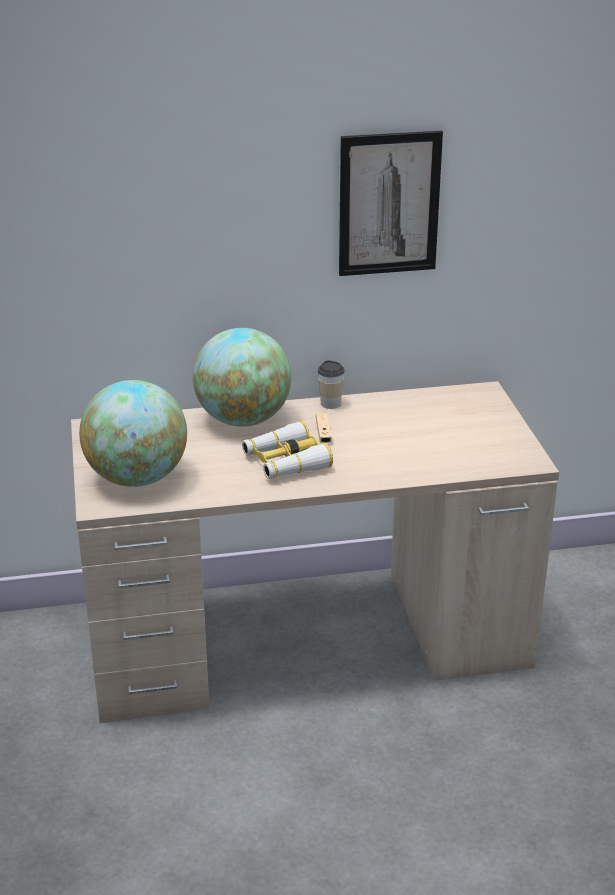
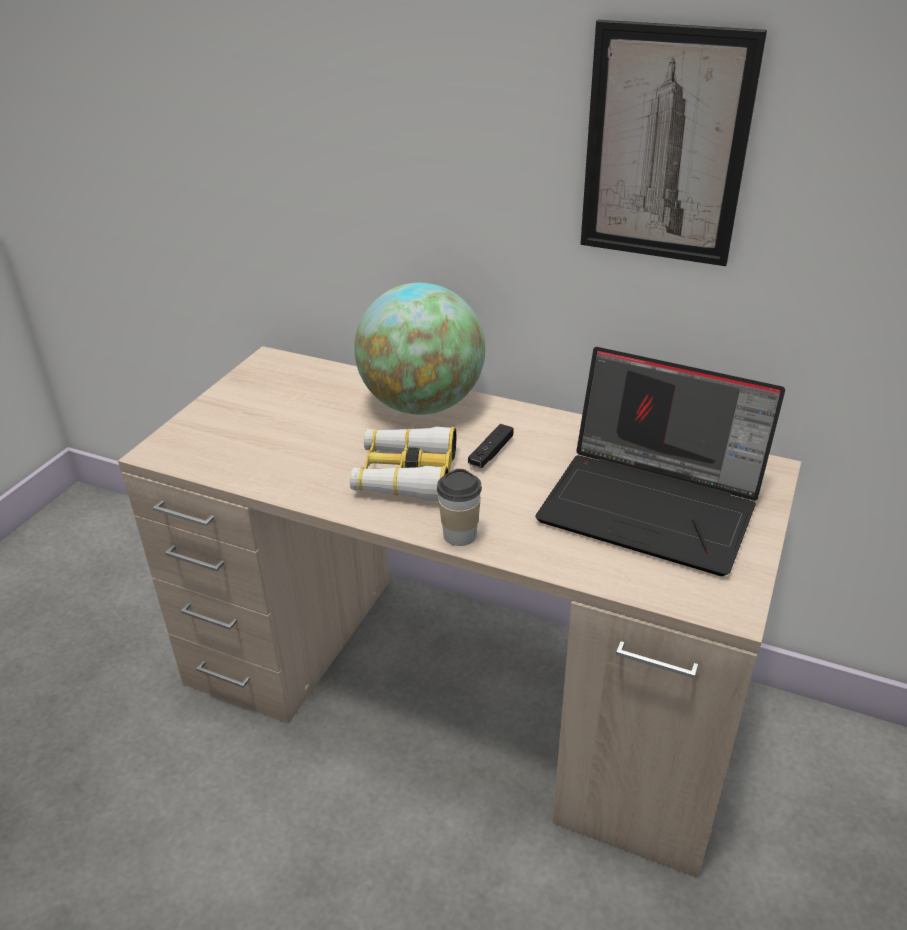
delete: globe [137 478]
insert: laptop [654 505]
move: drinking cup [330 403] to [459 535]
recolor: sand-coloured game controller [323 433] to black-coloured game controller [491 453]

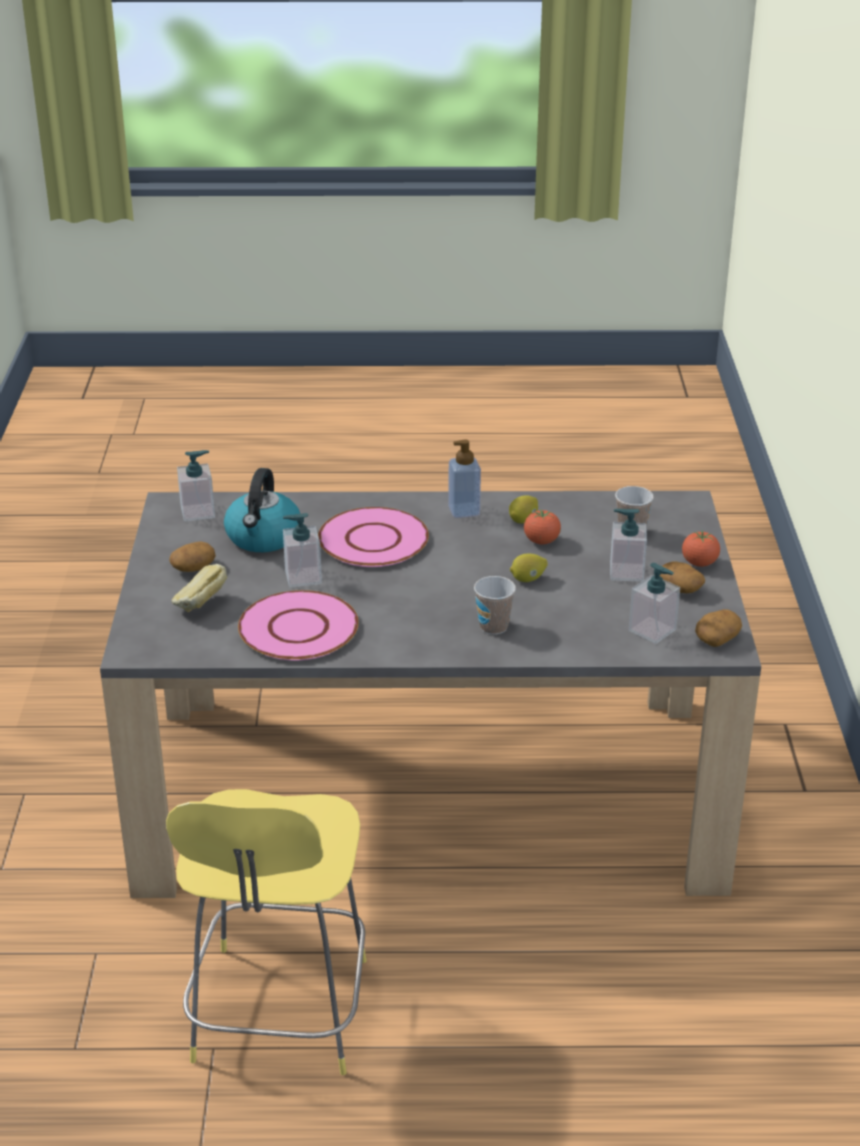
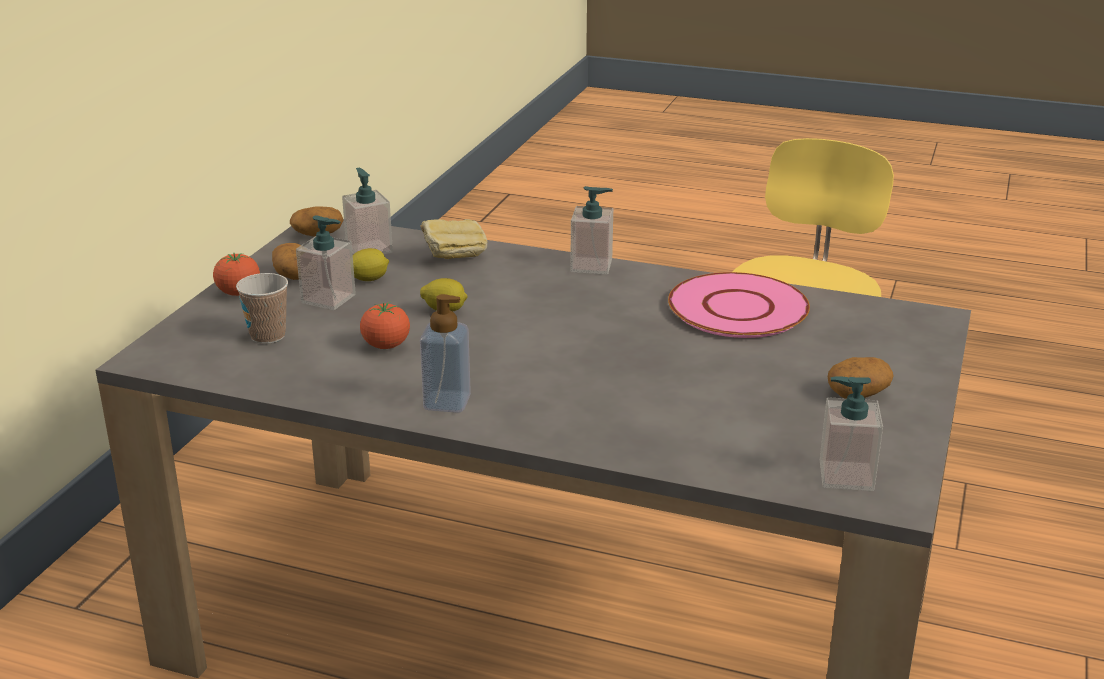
delete: water kettle [263 537]; pink plate [374 539]; drinking cup [493 627]
move: bread [201 606] to [454 258]; soap bottle [303 577] to [591 265]; lemon [523 520] to [368 280]

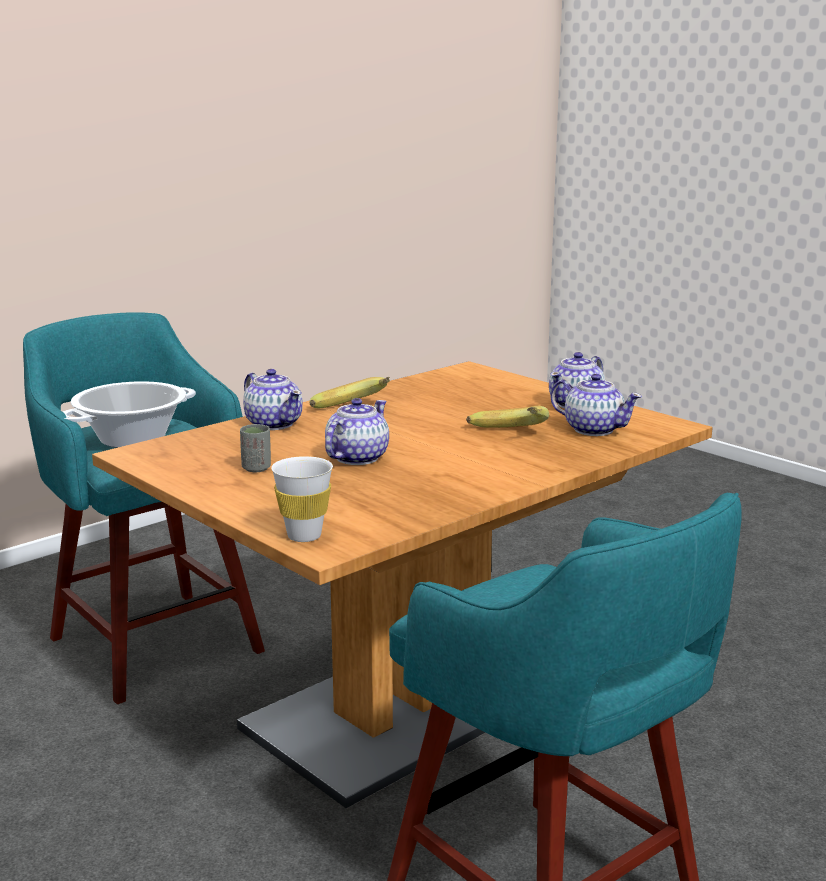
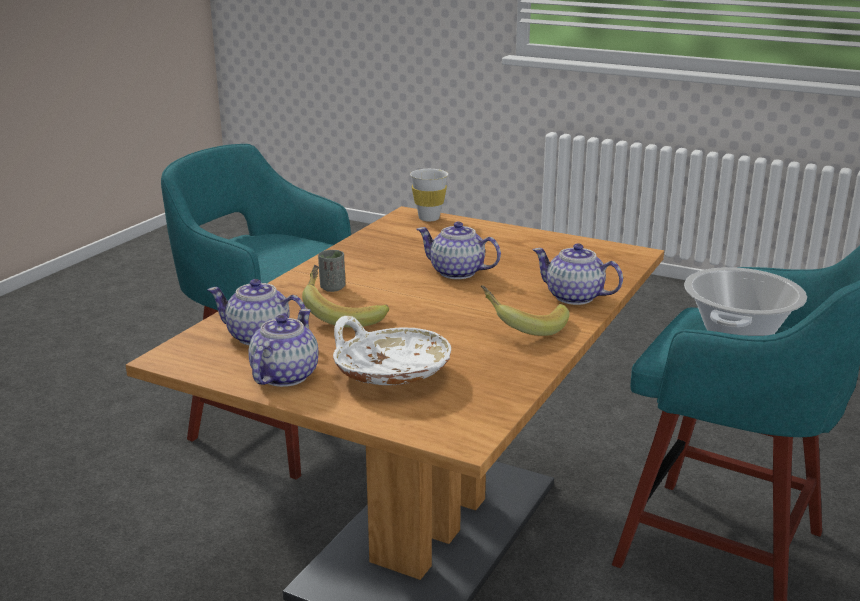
insert: whitish serving bowl [389 373]
move: greyish drinking cup [256 468] to [332 288]
rotate: teapot [356 458] = [457 272] 105 degrees clockwise

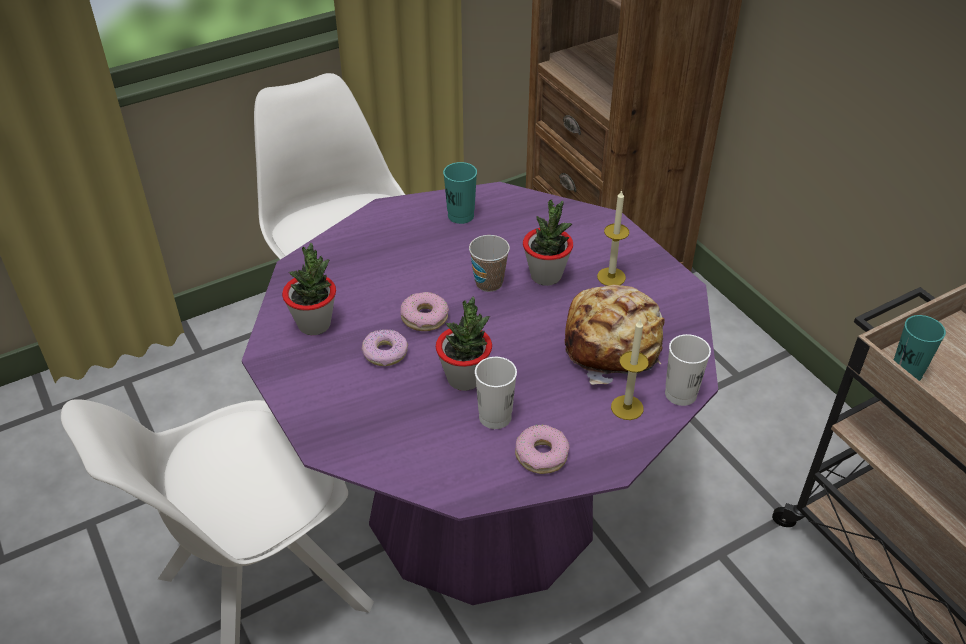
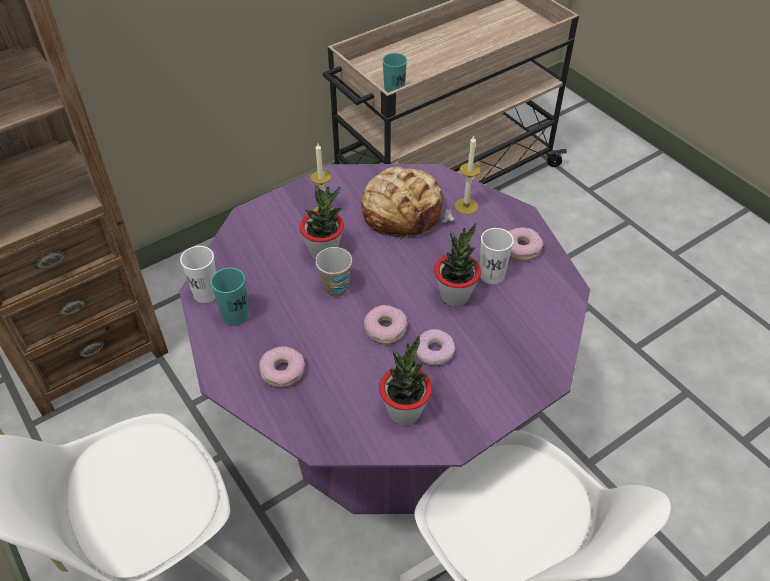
insert: donut [282 371]
move: whitish drinking cup [680 394] to [206 293]

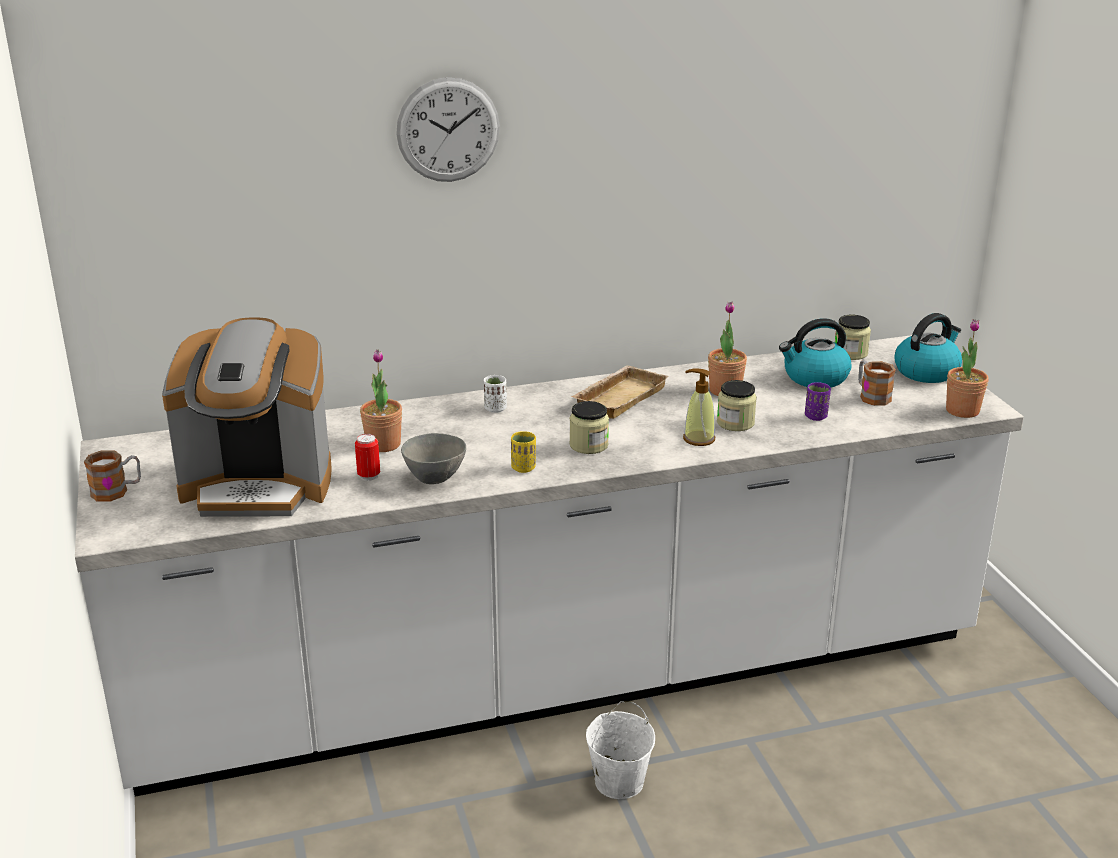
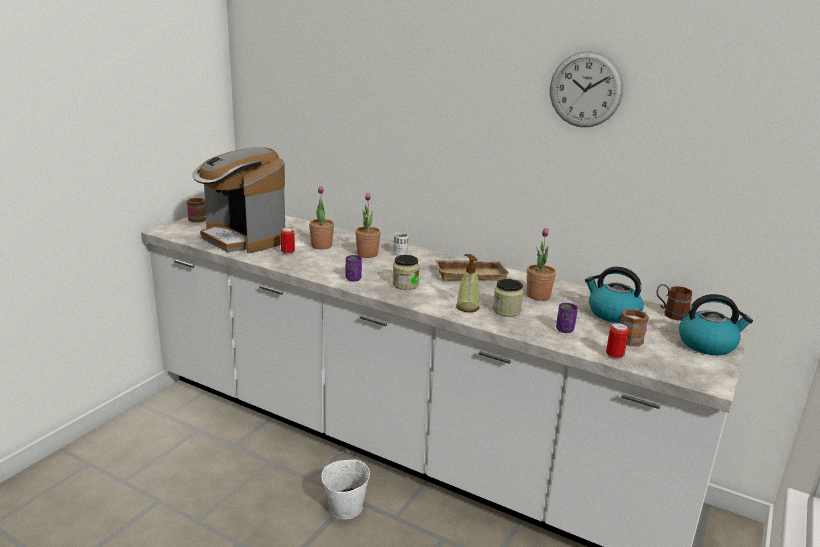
delete: greyish serving bowl [435 478]
insert: sealed can [614 356]
move: wall clock [448 130] to [585 89]; houseplant [962 411] to [367 254]
replace: jar [850 353] to brown coffee mug [670 313]
recolor: yellowish drinking cup [523 468] to purplish drinking cup [353 279]

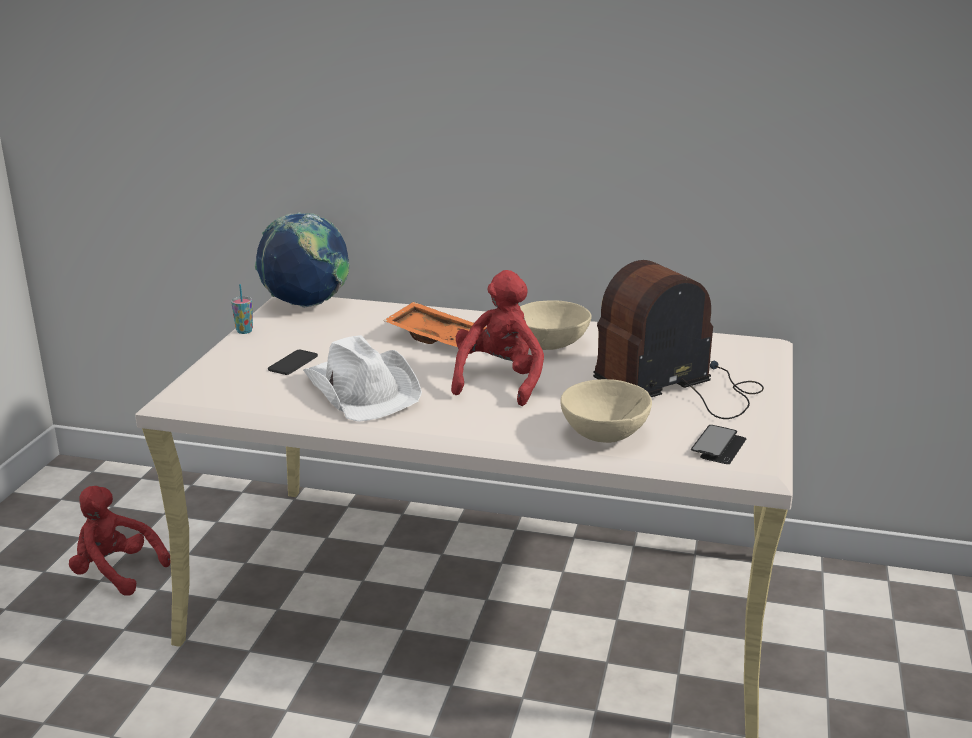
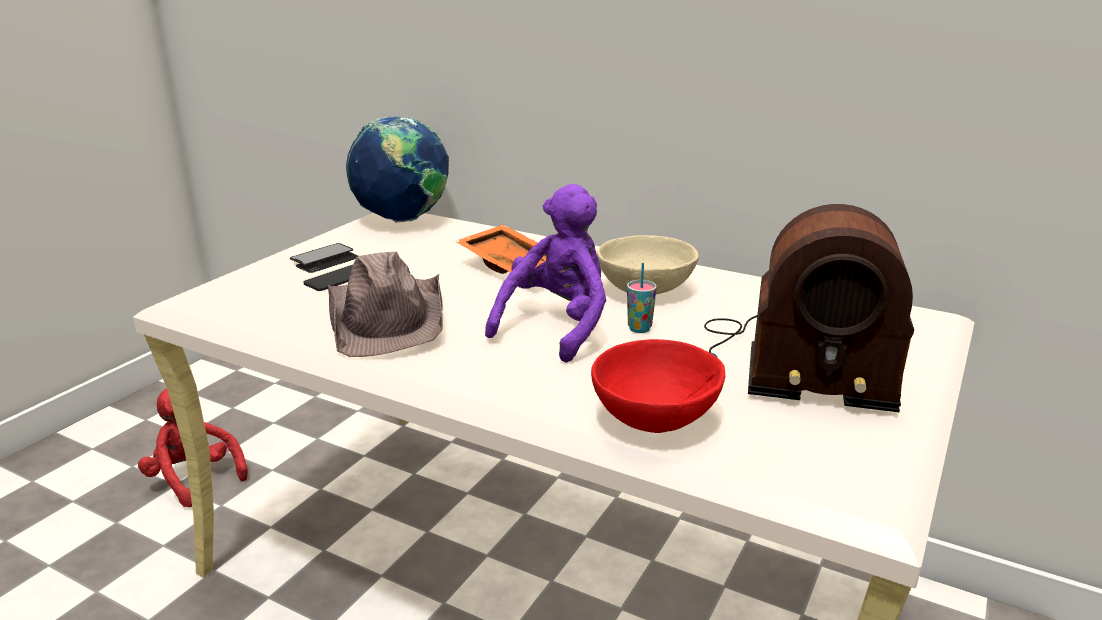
move: drinking cup [244 331] to [639 329]; telephone [718 446] to [325 260]
recolor: whitish hat [363 389] to brown hat [389 318]; reddish soft toy [499 381] to purplish soft toy [556 326]; sand-coloured serving bowl [605 434] to reddish serving bowl [656 418]
rotate: radio receiver [680 387] = [793 363] 150 degrees counterclockwise

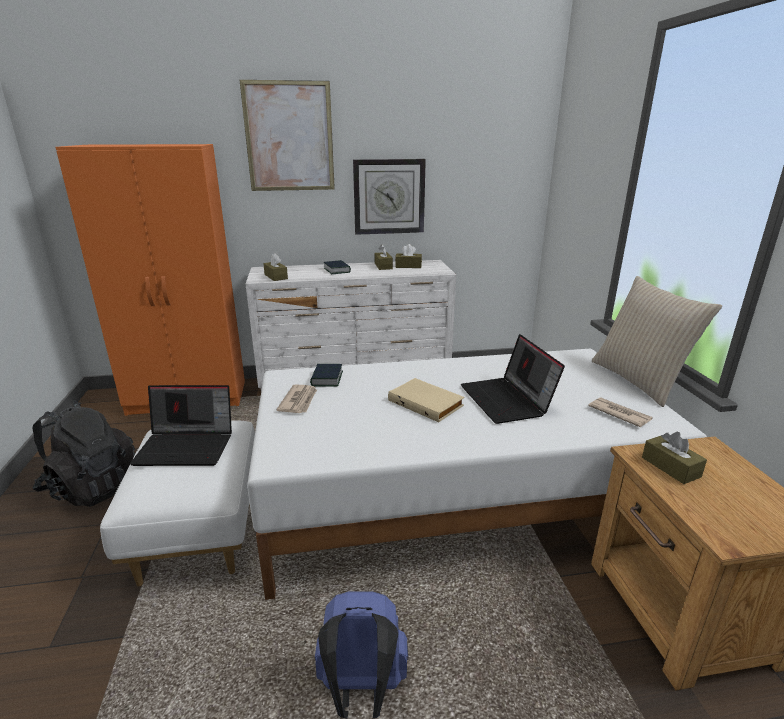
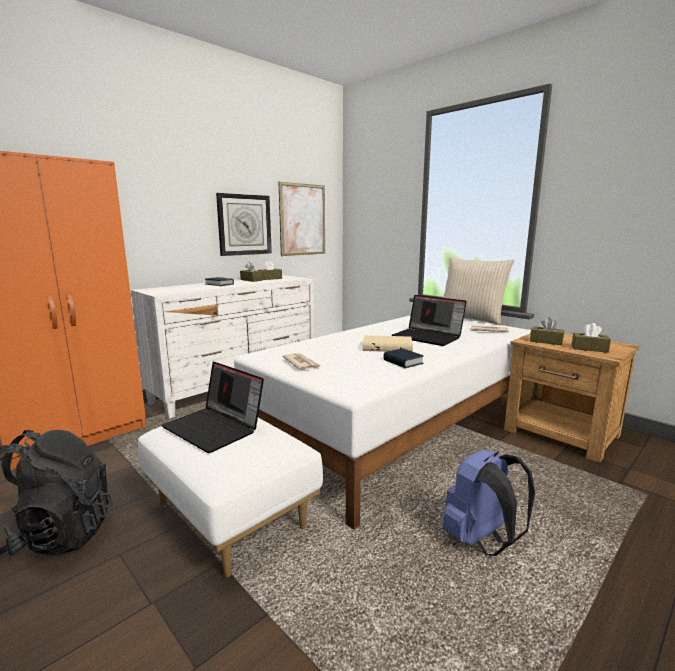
move: wall art [289 137] to [303 220]; brown tissue holder [276 277] to [589 348]; volume [327 379] to [403 362]
rotate: laptop [187 446] = [215 428] 75 degrees clockwise

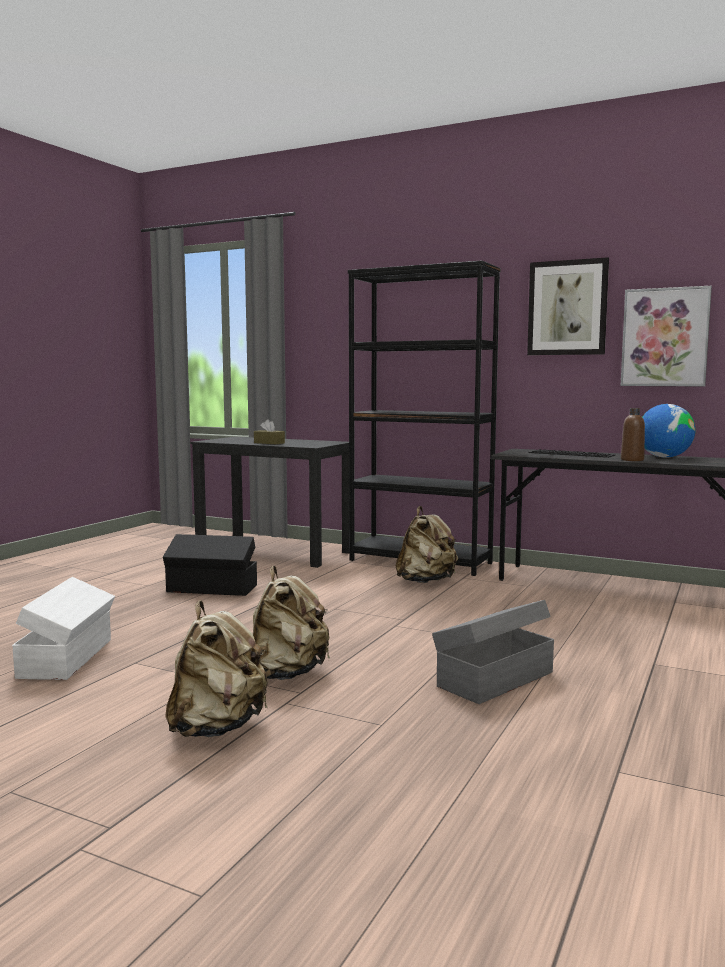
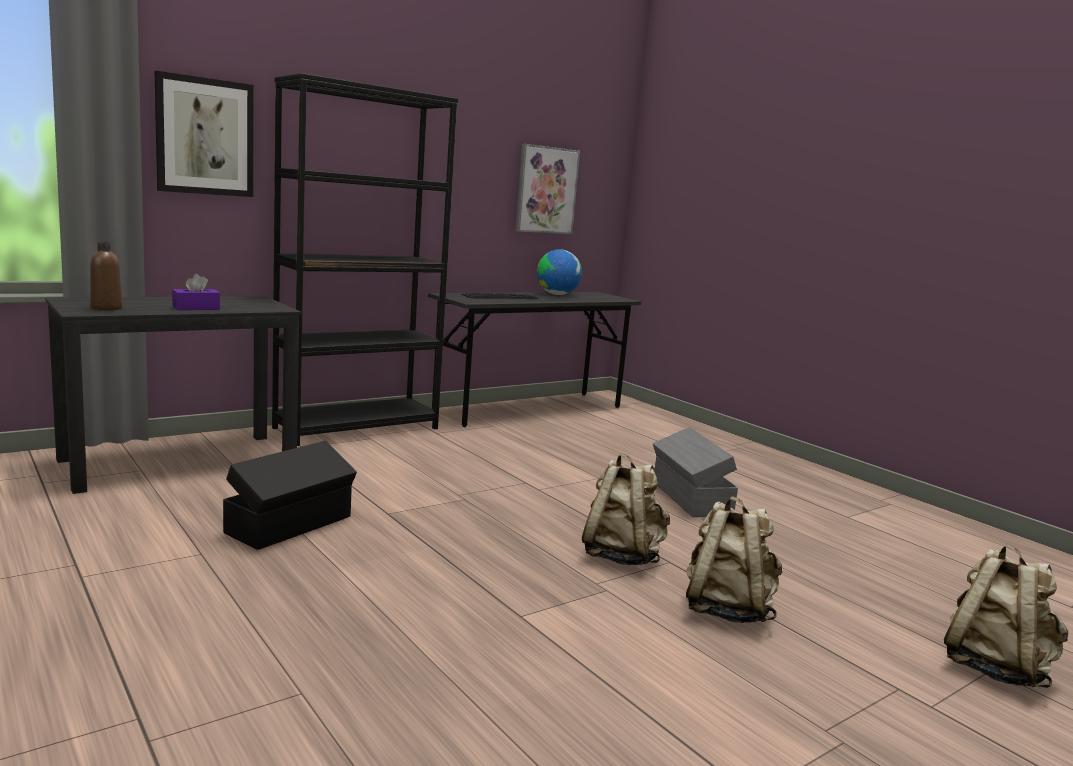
delete: whitish storage box [68 658]
move: sand-coloured knapsack [426 581] to [994 668]; wall art [567 308] to [205 137]; brown drink bottle [632 460] to [106 308]
recolor: brown tissue holder [269 443] to purplish tissue holder [196 308]

